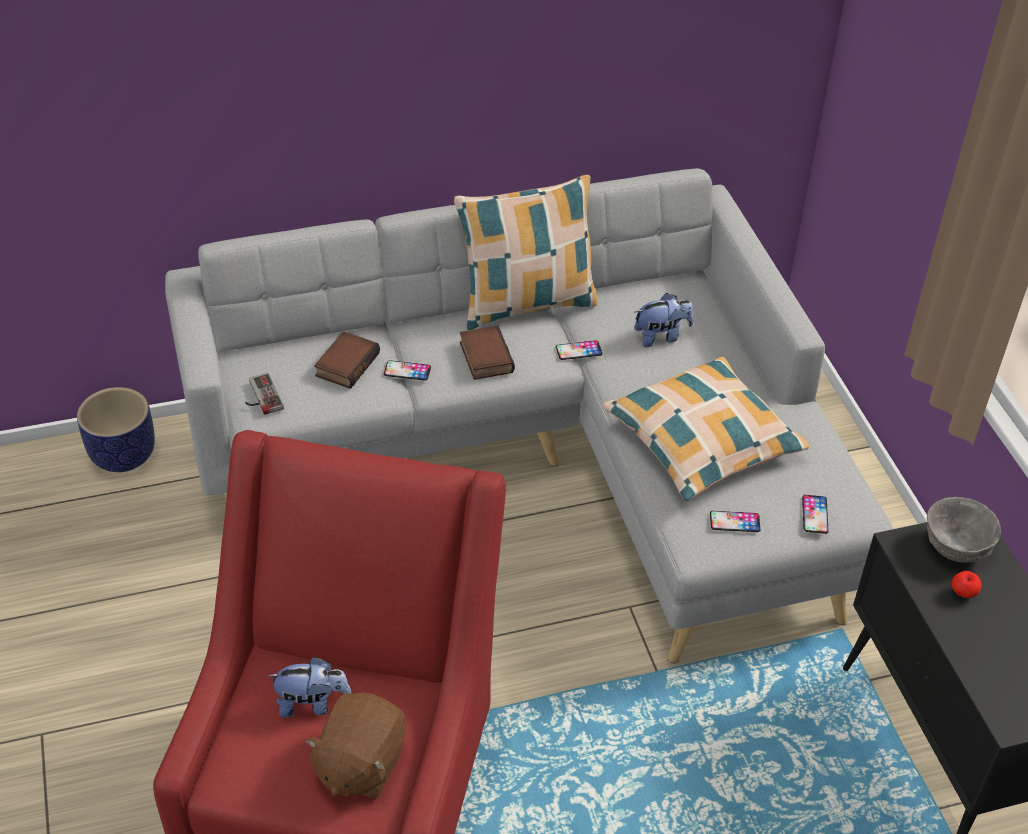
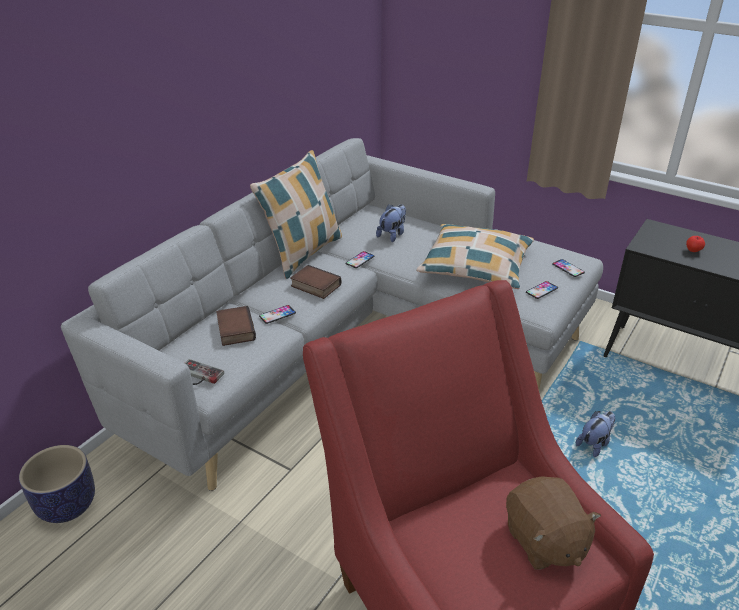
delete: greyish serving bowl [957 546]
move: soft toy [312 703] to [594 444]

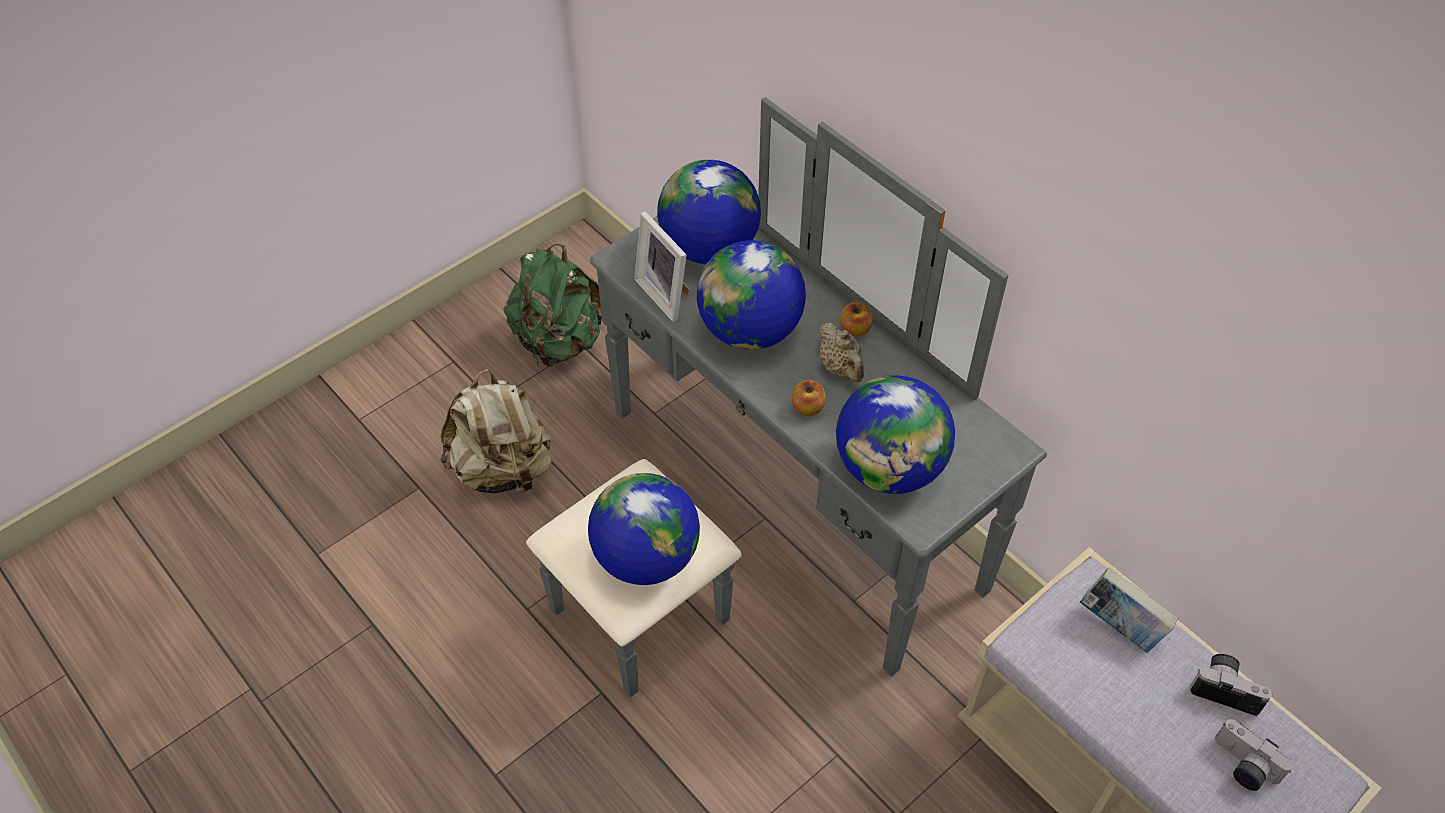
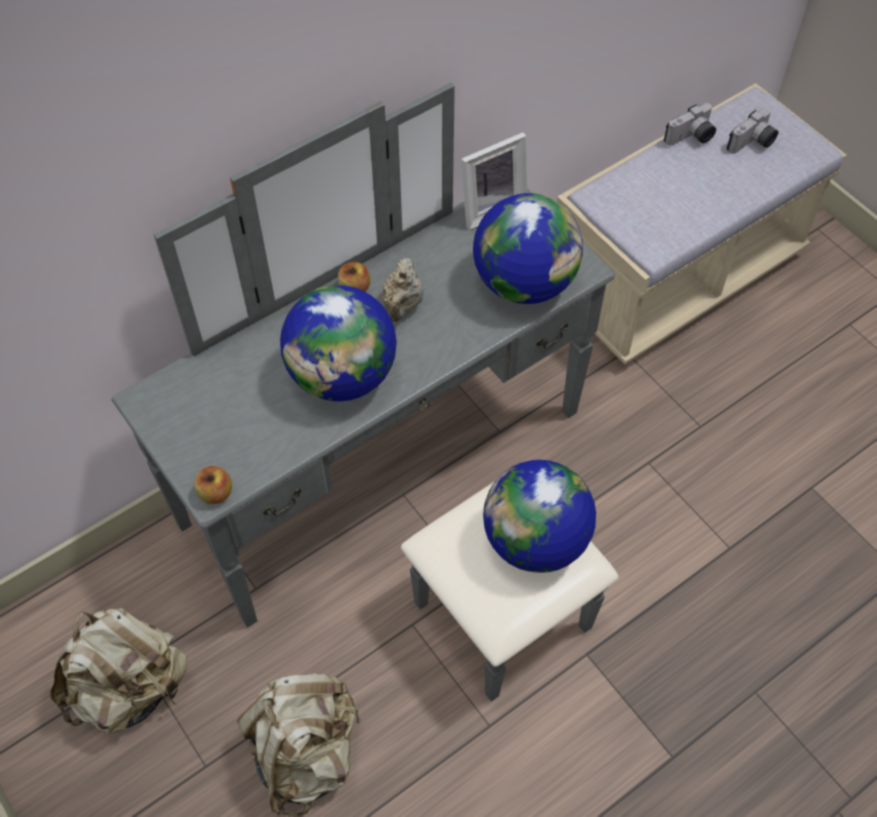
delete: globe [708 248]; volume [1120 626]
move: photo frame [666 294] to [490 207]; apple [807 408] to [216 493]
recolor: green knapsack [559 341] to sand-coloured knapsack [130 688]
rotate: sand-coloured teapot [841 368] = [402 305] 120 degrees clockwise; still camera [1226 688] = [691 138] 150 degrees counterclockwise

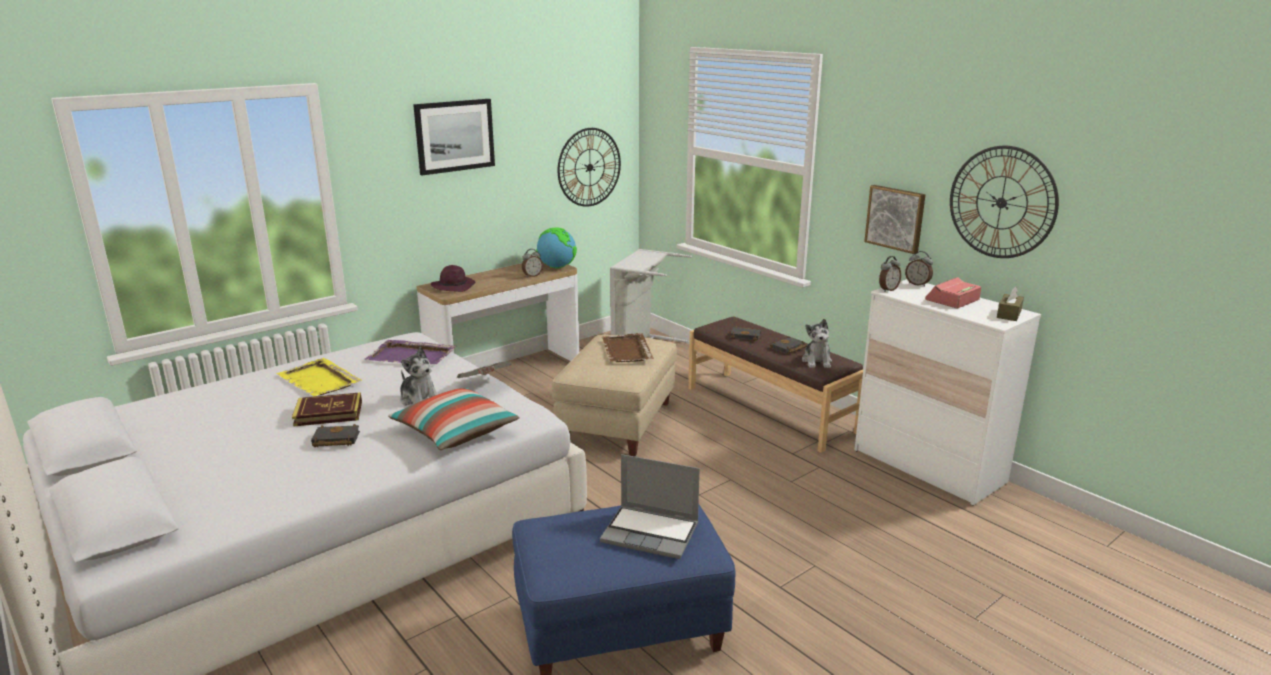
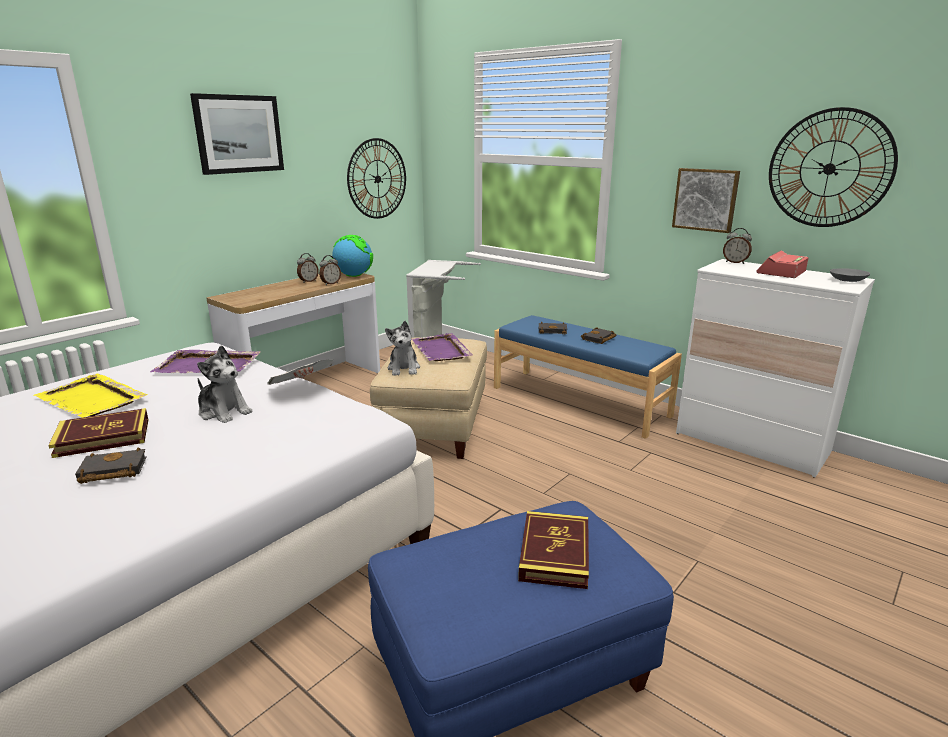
delete: cushion [455 432]; purplish hat [454 286]
move: soft toy [817 361] to [404 368]; bedside clock [888 290] to [308 281]
replace: laptop [651 533] to volume [554 553]; brown tissue holder [1009 314] to greyish serving bowl [847 280]
recolor: brown tray [626 351] to purplish tray [441 350]; brown long seat [770 409] to bluish long seat [579 401]

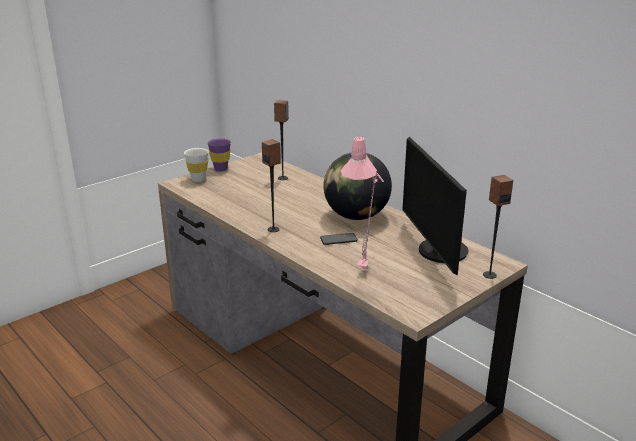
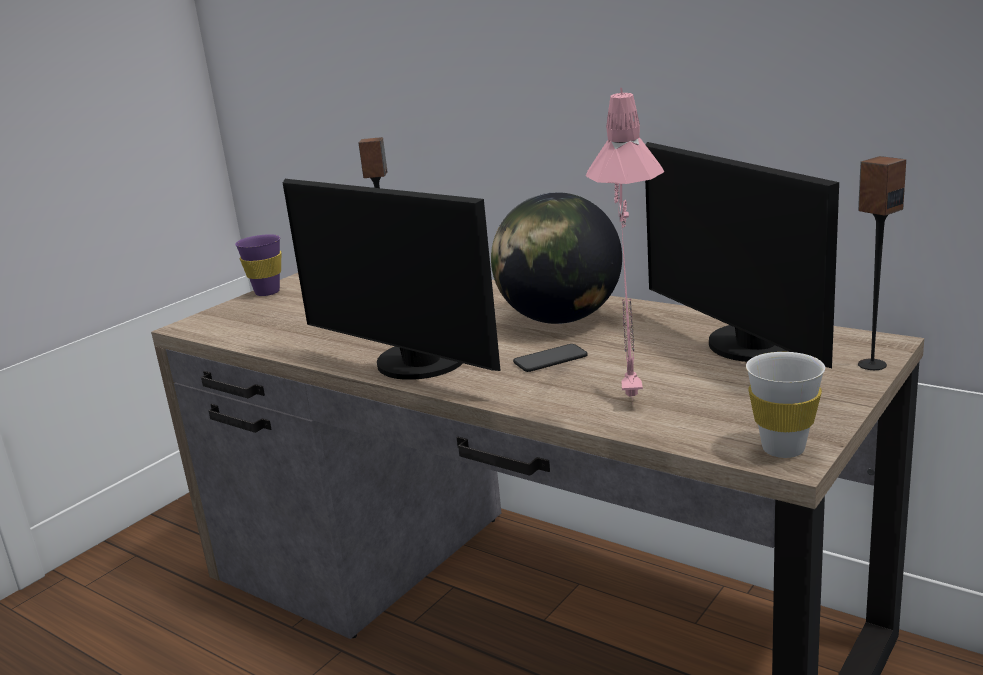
move: whitish drinking cup [198 179] to [783 449]
replace: audio speaker [273 229] to computer screen [414 365]

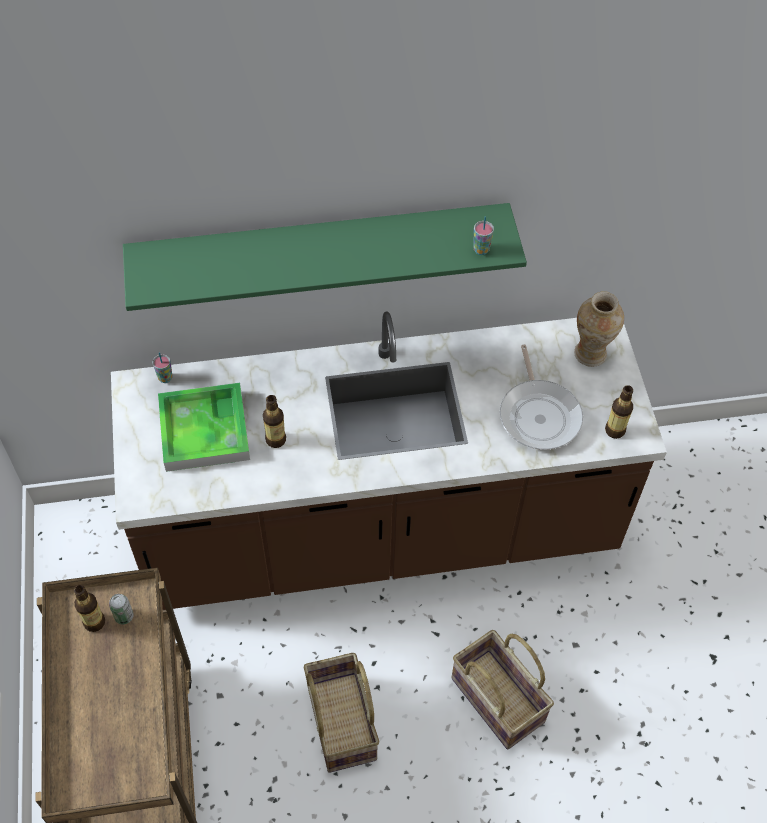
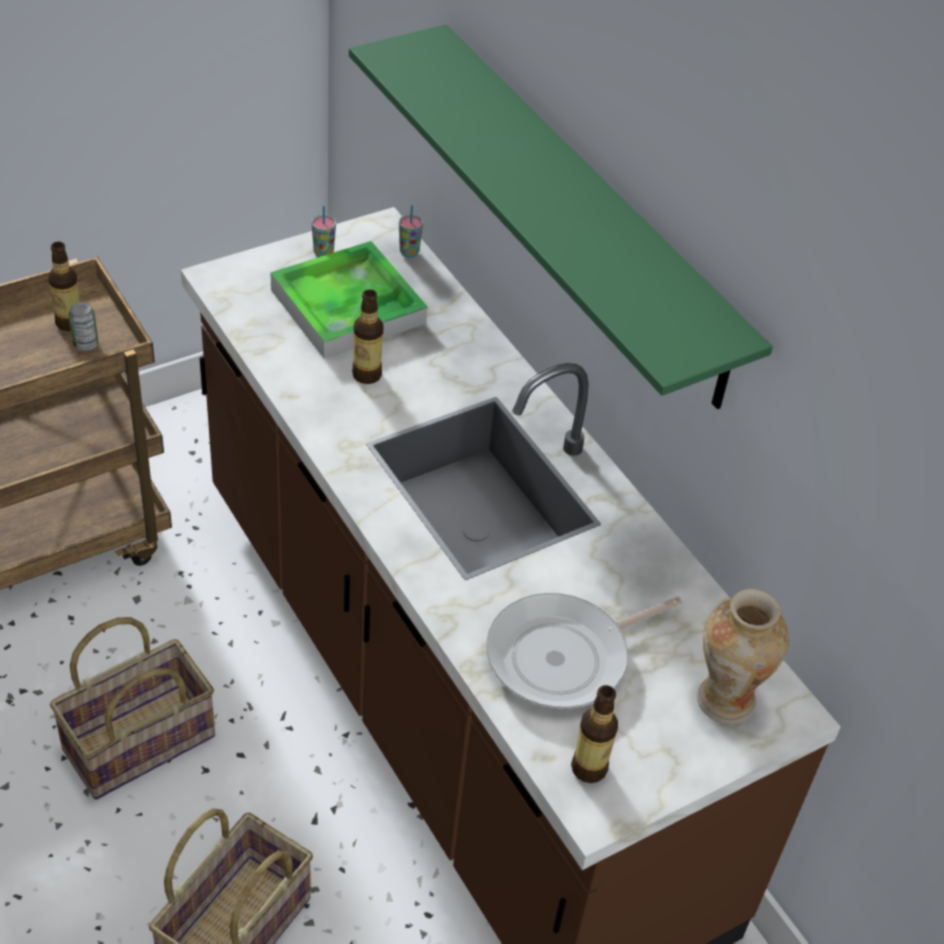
move: drinking cup [481 250] to [323 253]

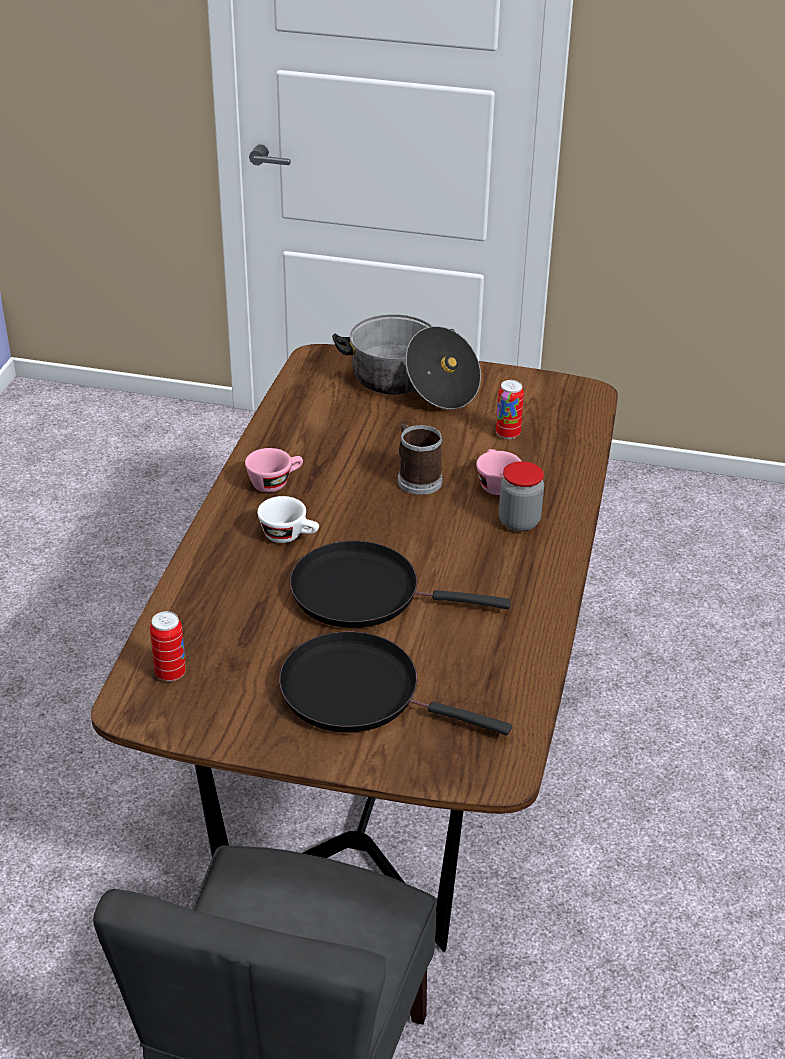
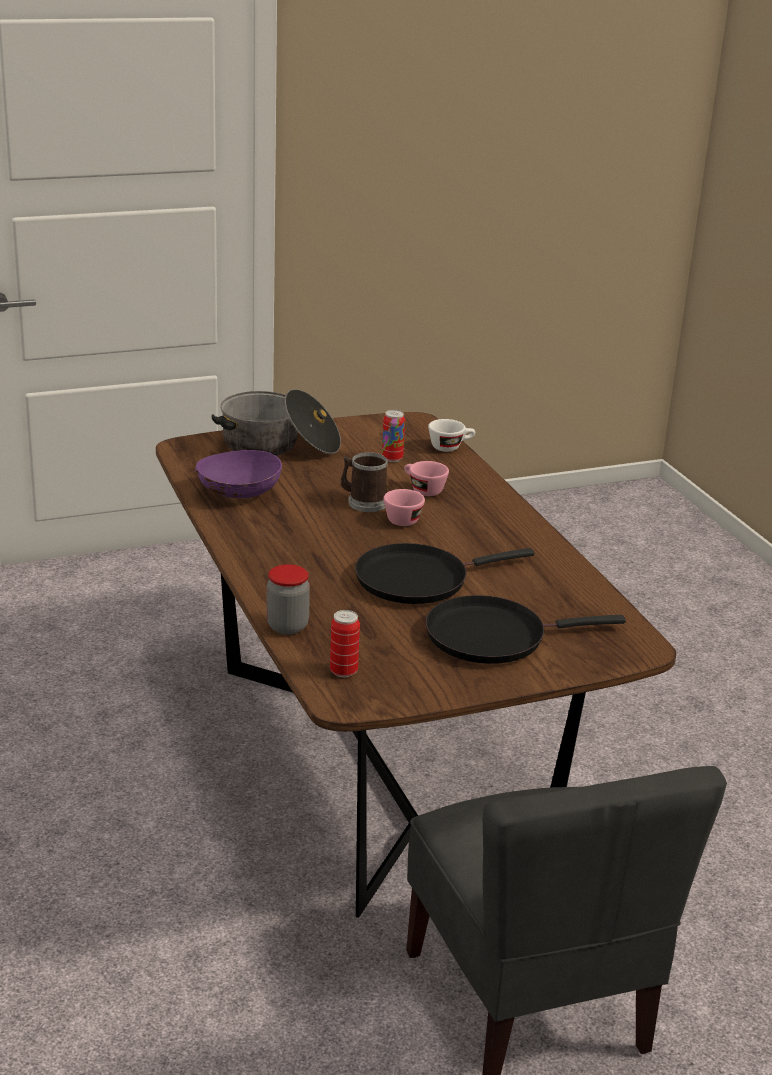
insert: purplish serving bowl [239 495]
move: pink drinking cup [275 482] to [405 518]; whitish drinking cup [289 536] to [450 447]; jar [519 522] to [287 626]

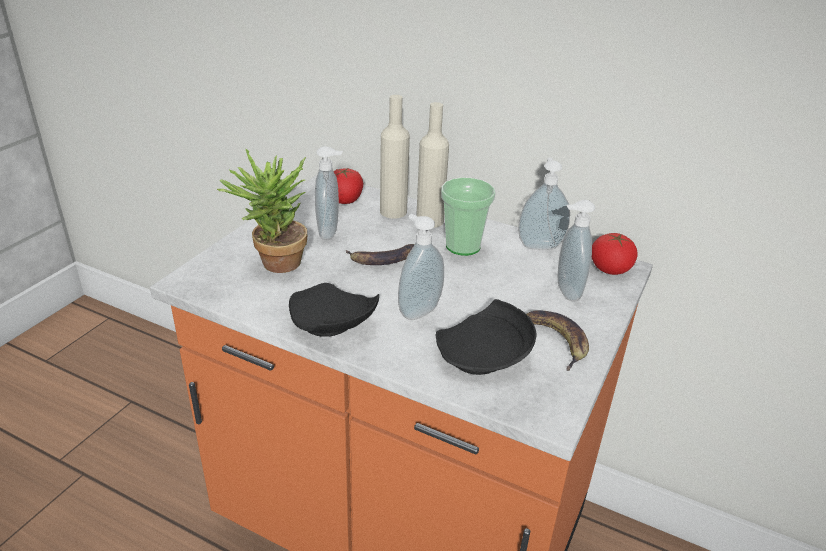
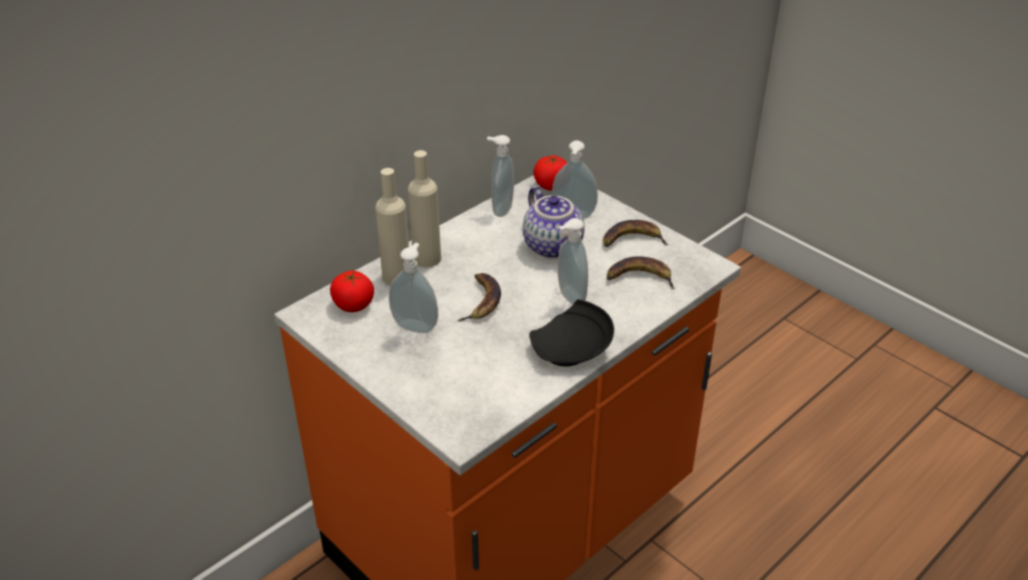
delete: houseplant [273 264]; drinking cup [463 246]
insert: teapot [554 247]
replace: black-coloured plate [484 356] to banana fruit [639 277]

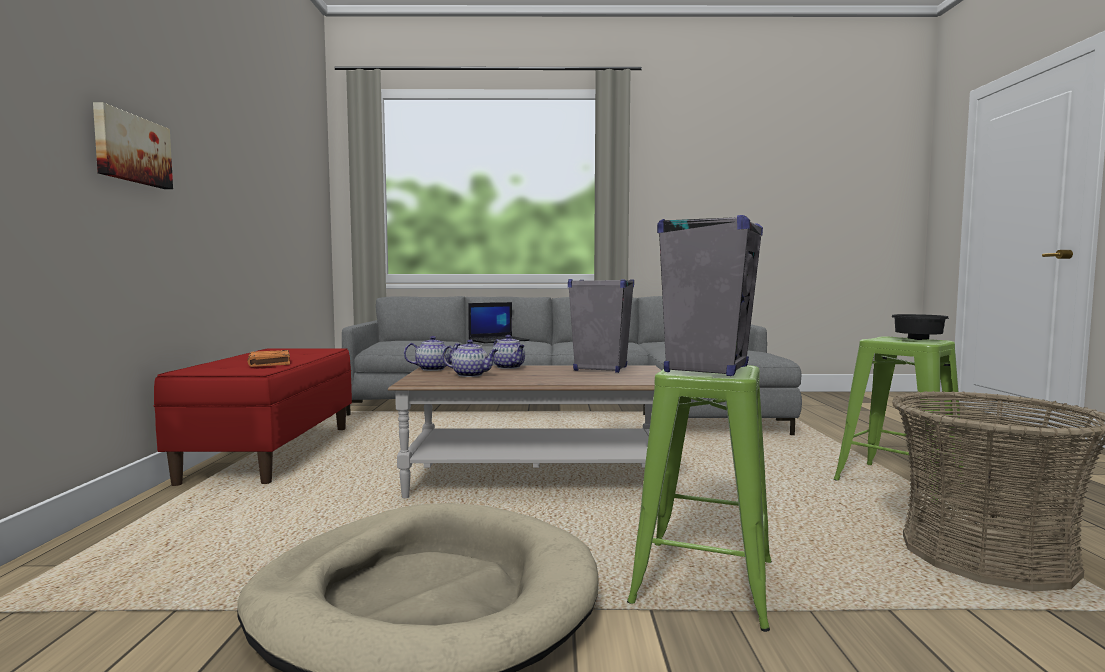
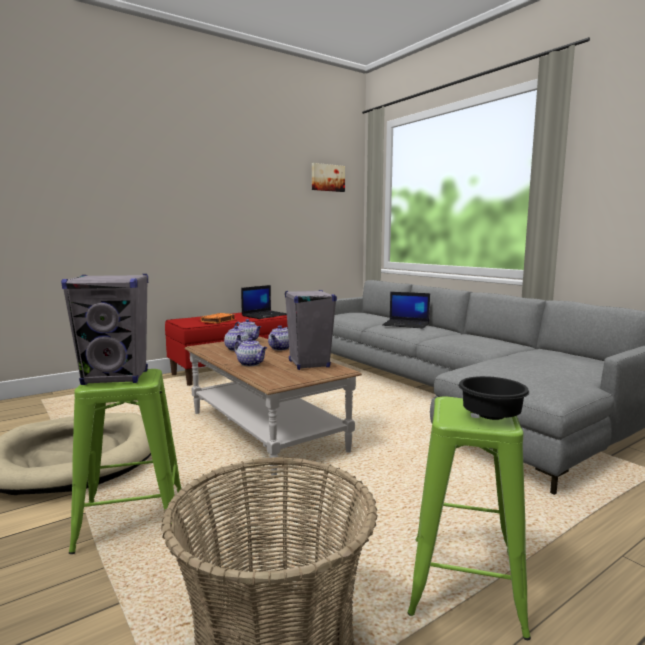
insert: teapot [251 364]; laptop [265 315]
move: wall art [131 149] to [327 178]

